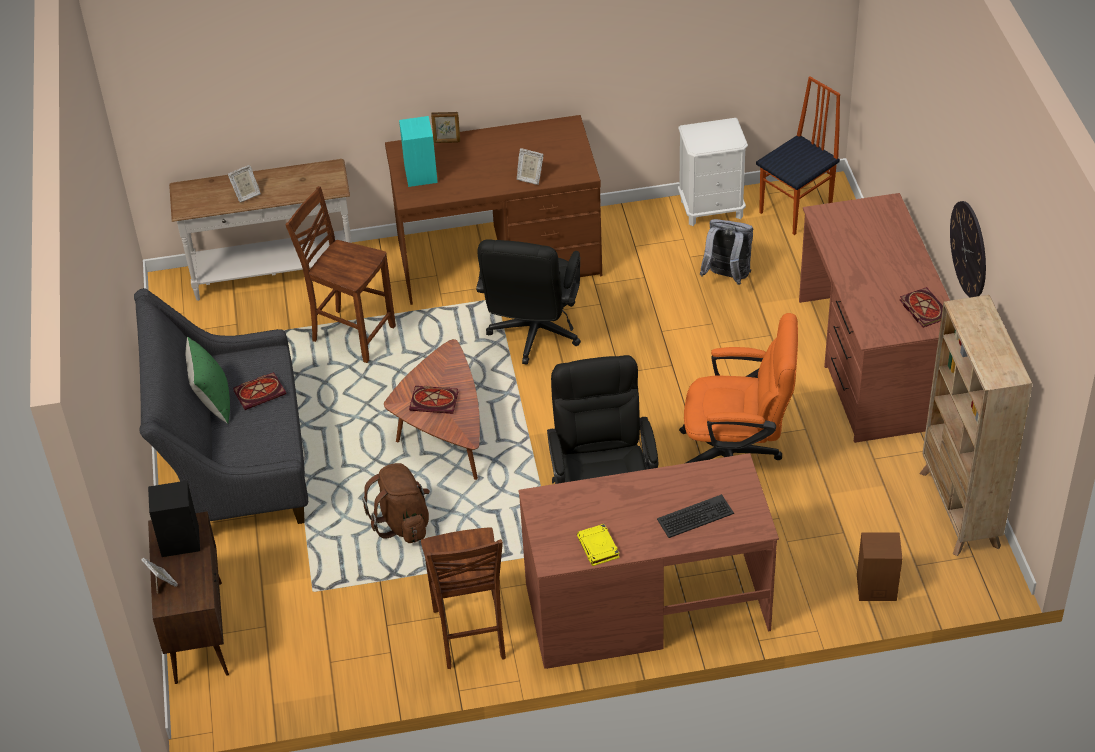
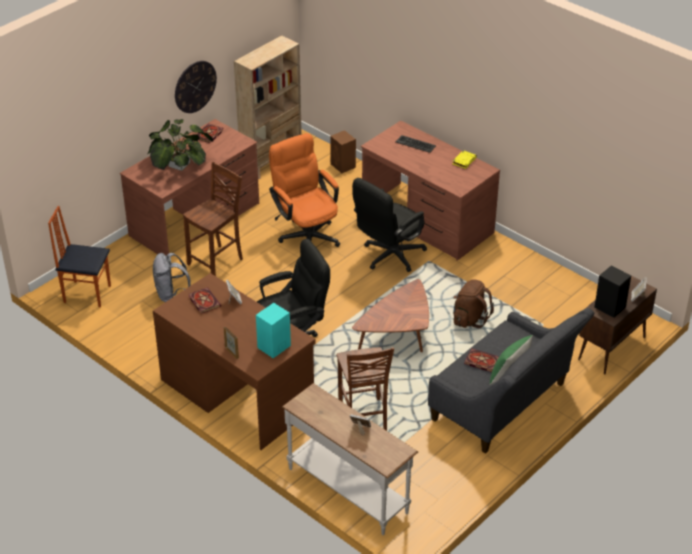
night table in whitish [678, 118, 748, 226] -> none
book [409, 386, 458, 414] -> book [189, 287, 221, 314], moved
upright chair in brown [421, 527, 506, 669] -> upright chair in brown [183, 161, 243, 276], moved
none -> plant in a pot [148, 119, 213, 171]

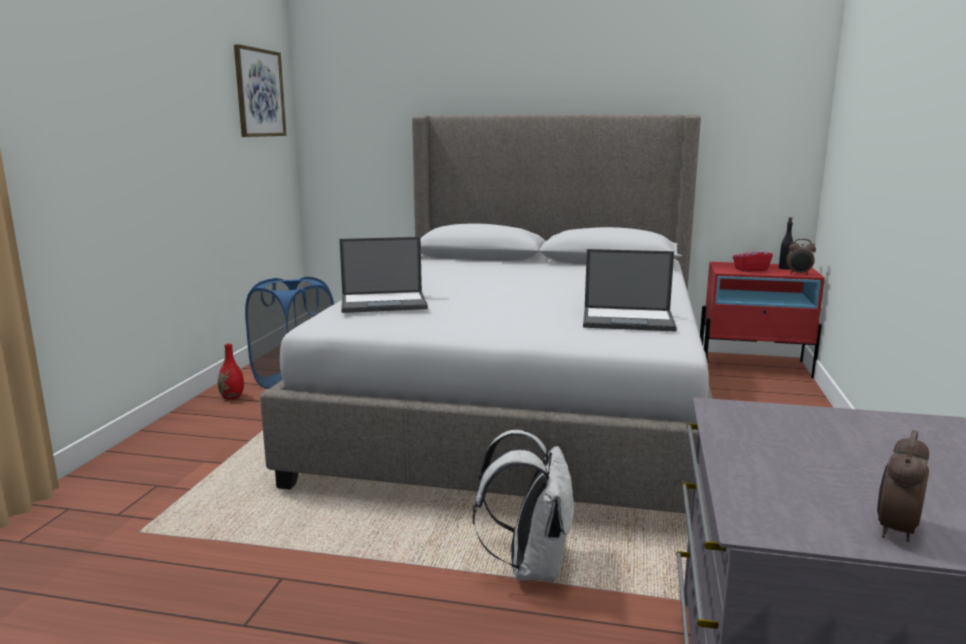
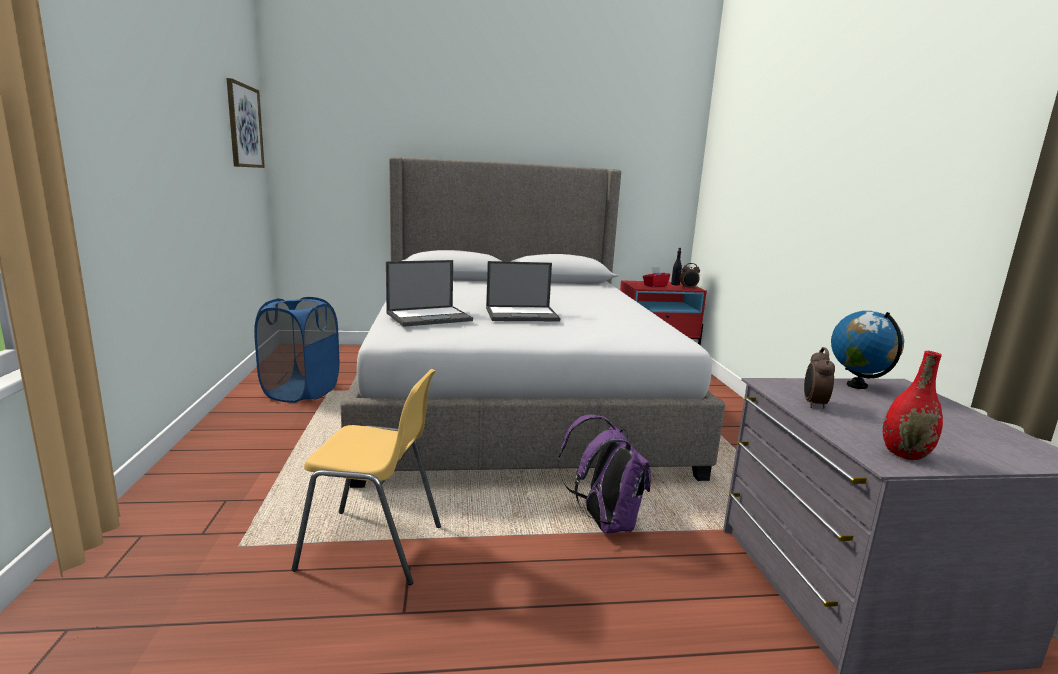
portable computer [583, 249, 677, 332] -> portable computer [486, 261, 560, 321], moved
decorative vase in reddish [218, 343, 244, 400] -> decorative vase in reddish [883, 351, 943, 460], moved
backpack in whitish [473, 430, 576, 583] -> backpack in purple [558, 414, 651, 534]
table clock [877, 430, 929, 542] -> table clock [804, 347, 835, 408], moved
none -> desk globe [831, 311, 904, 389]
none -> upright chair in yellow [292, 369, 441, 585]

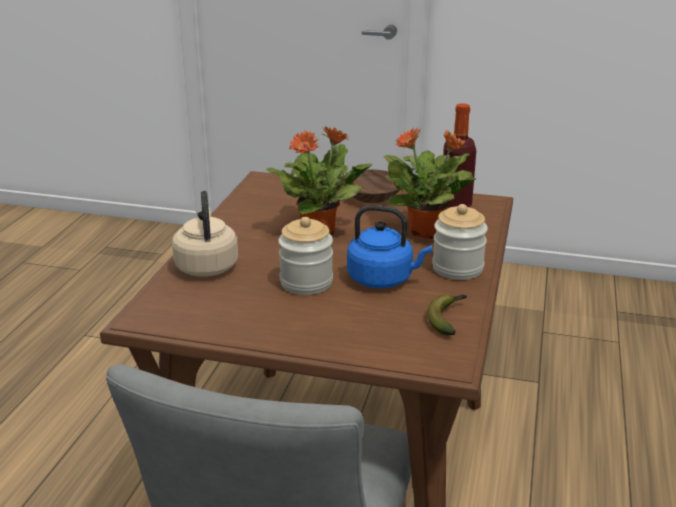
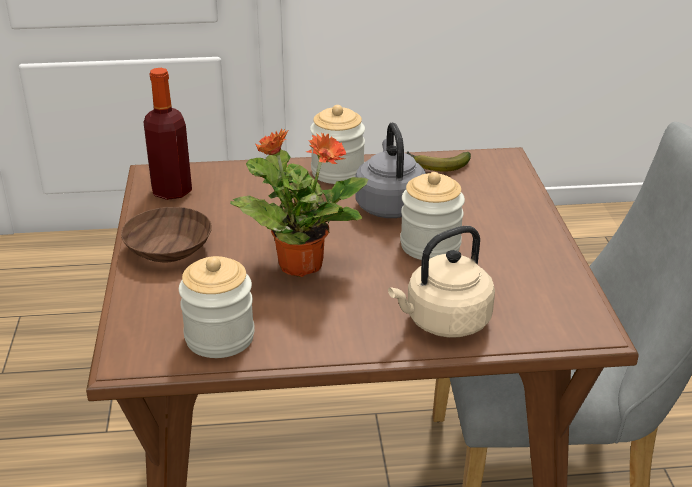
plant in a pot [383, 127, 477, 239] -> none
kettle in blue-coloured [347, 205, 432, 288] -> kettle in grey [355, 122, 426, 218]
none -> jar [179, 256, 255, 358]

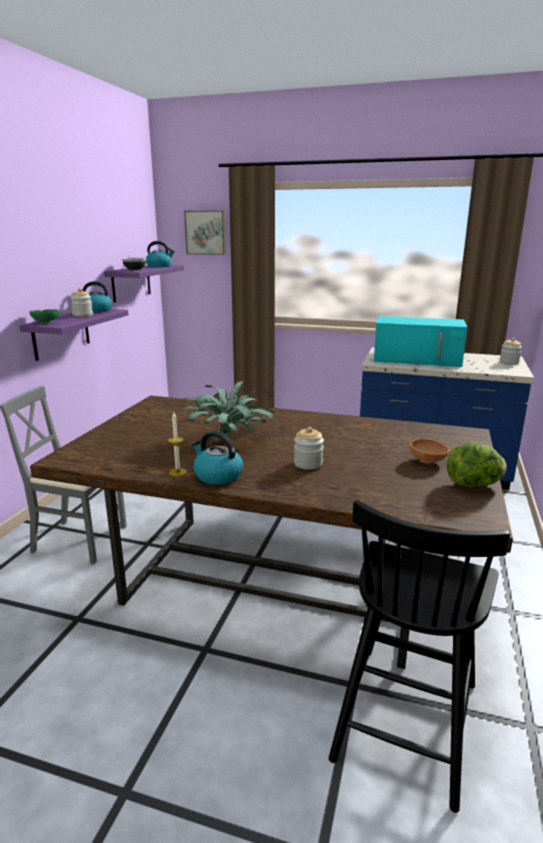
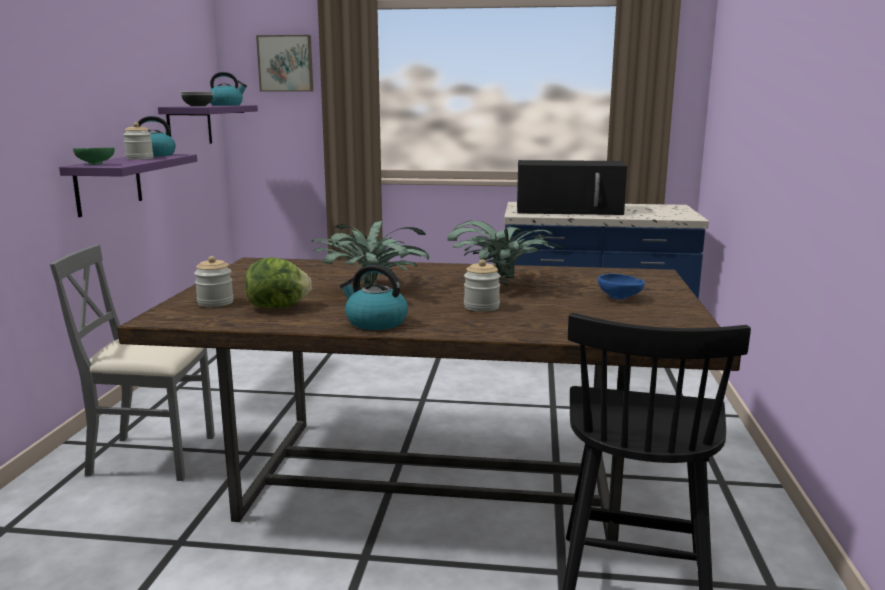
microwave oven in turquoise [374, 316, 467, 367] -> microwave oven in black [517, 160, 627, 215]
jar [500, 338, 522, 365] -> jar [194, 256, 234, 307], moved
wax light [168, 412, 187, 476] -> none
bowl in brown [410, 439, 450, 463] -> bowl in blue-coloured [598, 274, 645, 299]
lettuce head [447, 442, 507, 487] -> lettuce head [245, 257, 312, 308], moved
none -> plant in a pot [447, 220, 565, 286]

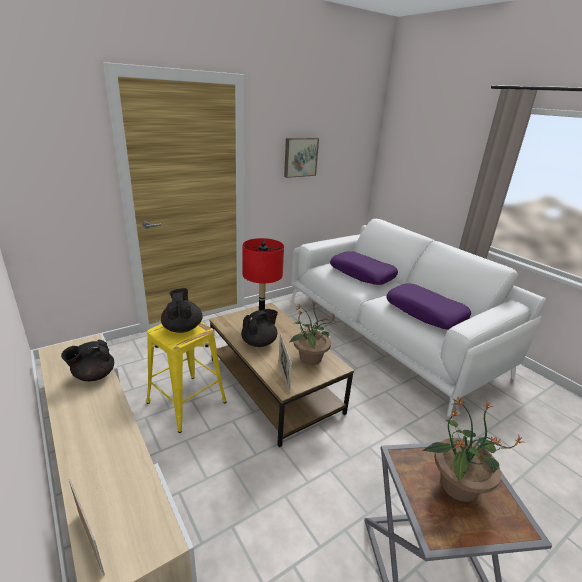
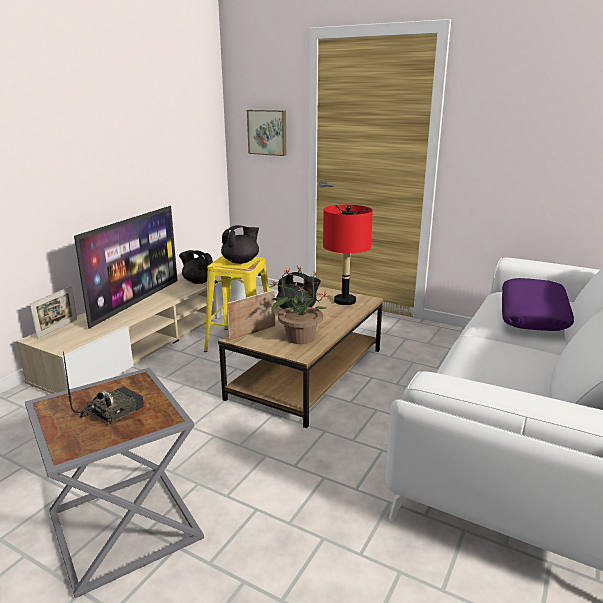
picture [284, 138, 319, 178] -> picture [247, 110, 286, 156], moved
throw pillow in purple [386, 284, 471, 330] -> none
plant in a pot [423, 397, 525, 502] -> radio receiver [63, 352, 144, 426]
none -> TV set [74, 206, 178, 329]

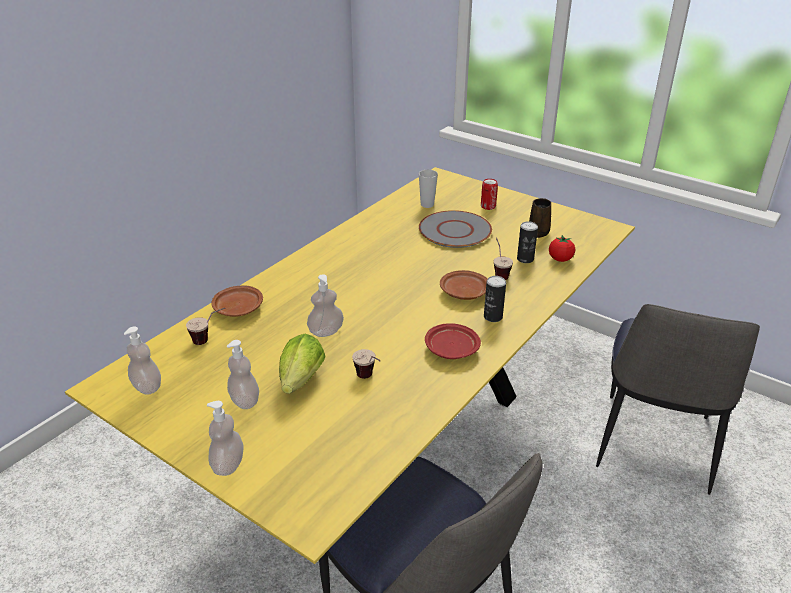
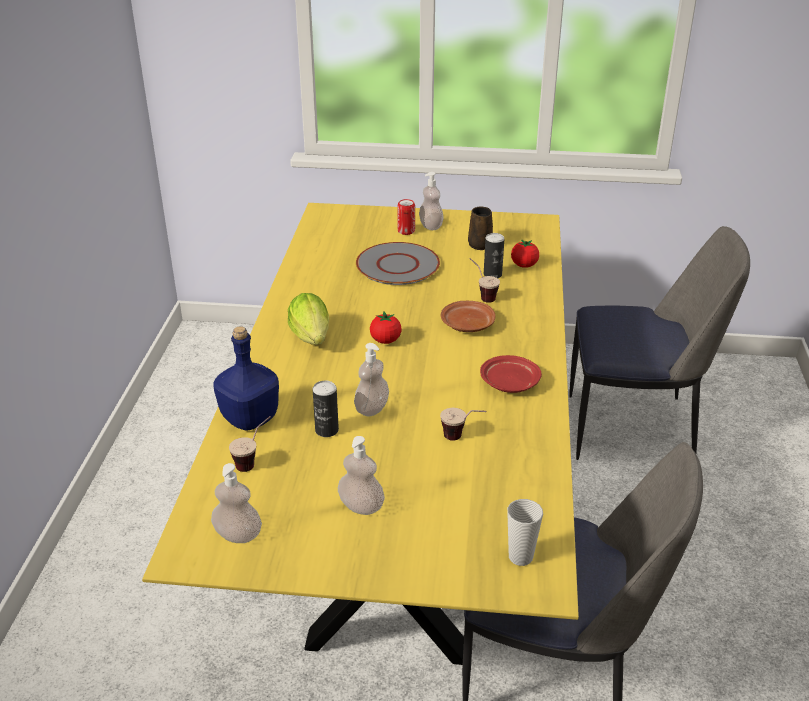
small cup [419, 170, 438, 208] -> small cup [507, 499, 543, 566], moved
metal can [484, 276, 506, 322] -> metal can [312, 381, 339, 437], moved
plate in brown [211, 286, 263, 317] -> beverage bottle in blue-coloured [213, 326, 279, 431]
upright chair [596, 304, 760, 495] -> upright chair [570, 226, 750, 460], 75 degrees counterclockwise
lettuce head [279, 334, 326, 394] -> lettuce head [288, 293, 329, 345], moved
liquid soap bottle [207, 401, 244, 476] -> liquid soap bottle [419, 172, 444, 230], moved
none -> whole tomato [370, 312, 402, 344]

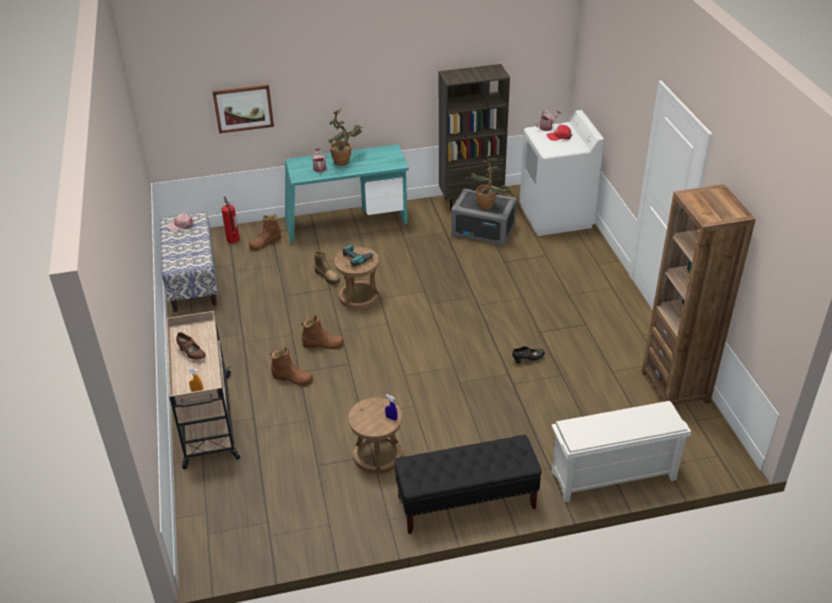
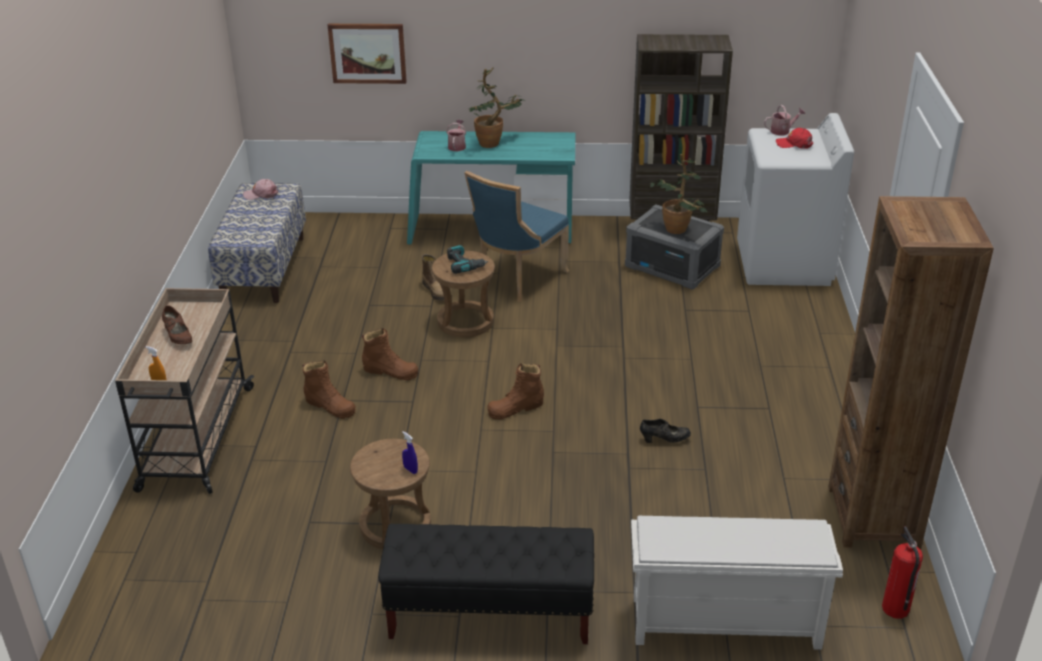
fire extinguisher [222, 196, 240, 243] -> fire extinguisher [882, 526, 923, 619], moved
boot in brown [249, 214, 281, 251] -> boot in brown [487, 363, 544, 420], moved
none -> upright chair in blue-coloured [465, 171, 569, 302]

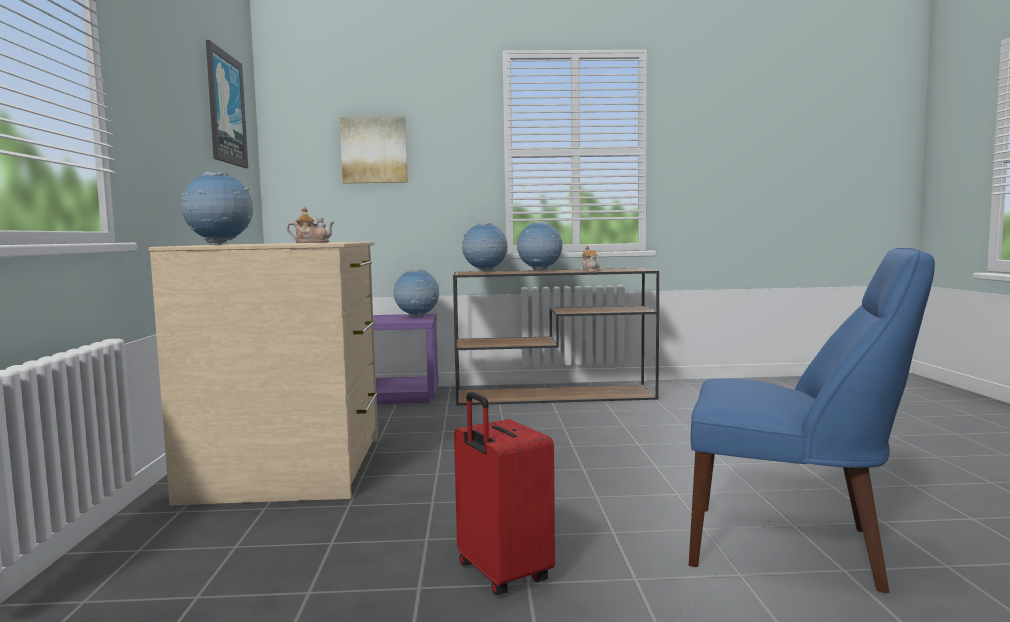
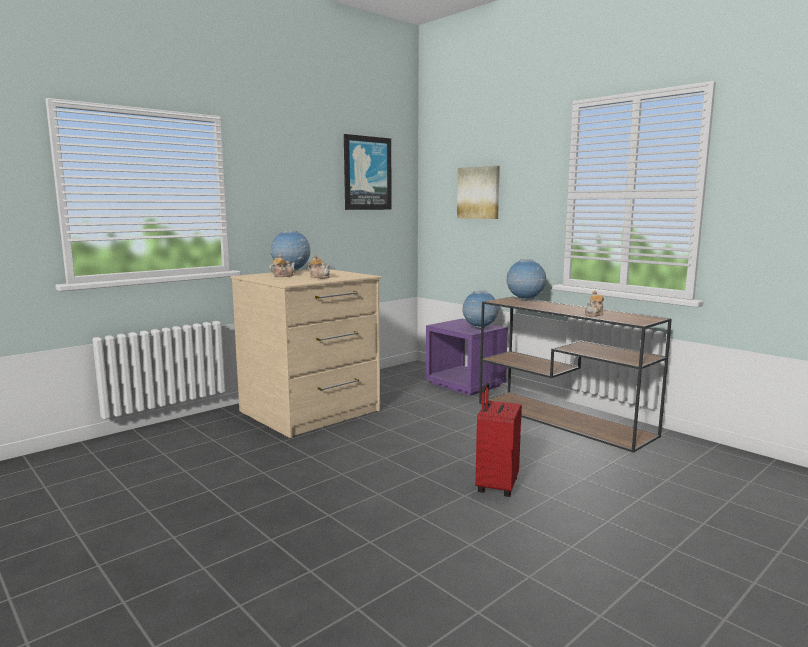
desk globe [517, 222, 562, 271] -> none
upright chair in blue-coloured [689, 248, 935, 593] -> none
suitcase in reddish [454, 392, 555, 595] -> suitcase in reddish [475, 382, 522, 497], moved
none -> tea pot [269, 254, 295, 277]

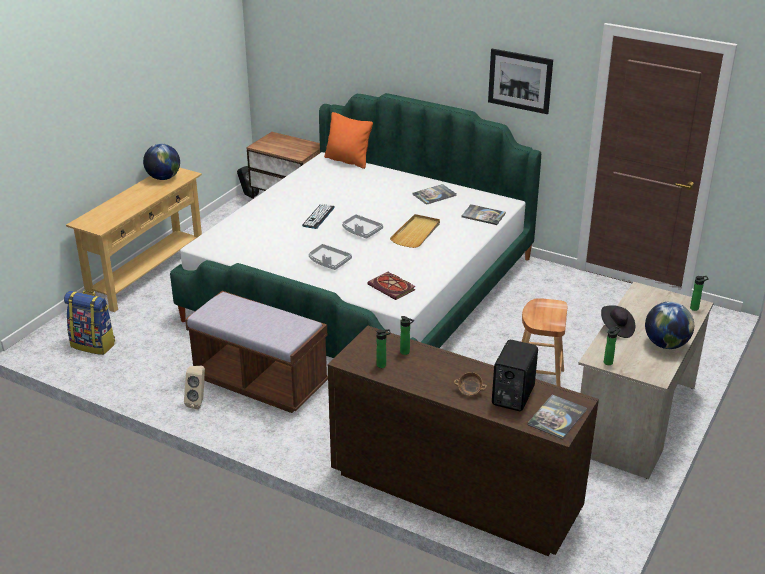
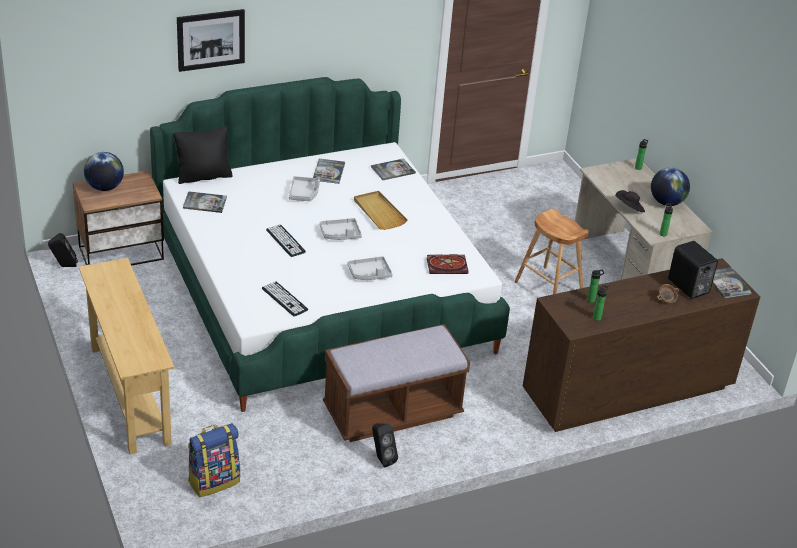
picture [488, 49, 553, 114] -> picture [177, 9, 245, 72], moved
throw pillow in orange-coloured [324, 112, 373, 169] -> throw pillow in black [174, 126, 233, 184]
desk globe [143, 144, 180, 180] -> desk globe [84, 152, 124, 191], moved
speaker in sand-coloured [184, 366, 205, 409] -> speaker in black [372, 423, 398, 468]
none -> serving tray in grey [289, 176, 320, 201]
none -> book [183, 191, 227, 213]
none -> keyboard [262, 282, 308, 317]

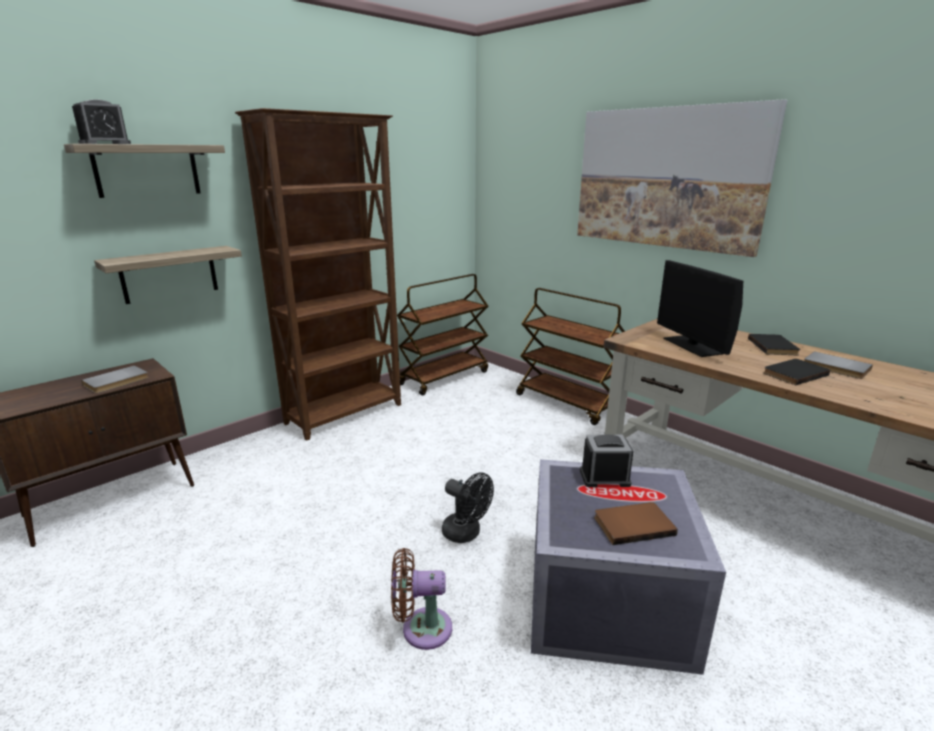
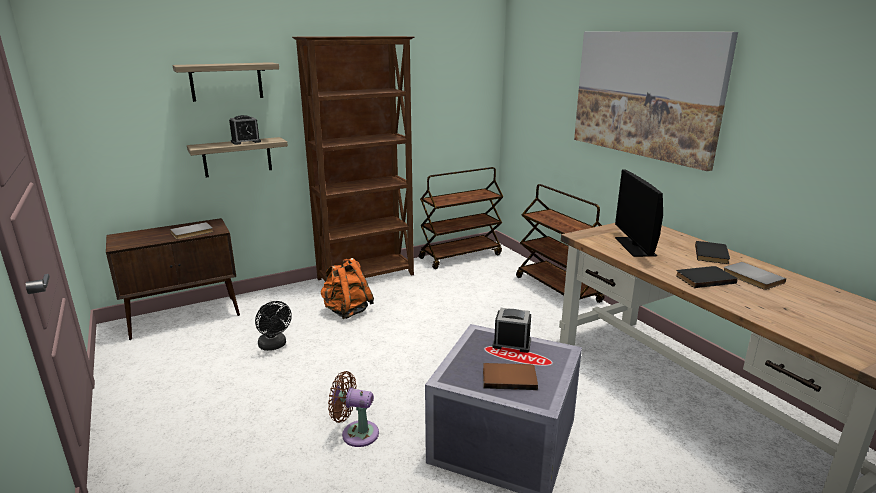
table clock [72, 99, 131, 144] -> table clock [229, 115, 261, 145], moved
fan in black [442, 472, 494, 543] -> fan in black [255, 301, 292, 351], moved
none -> backpack in orange-coloured [321, 258, 374, 319]

